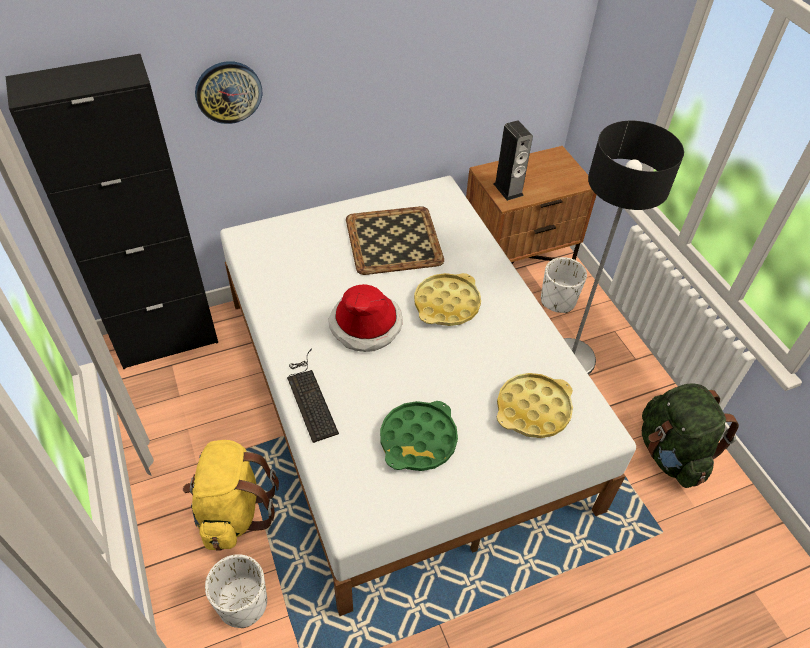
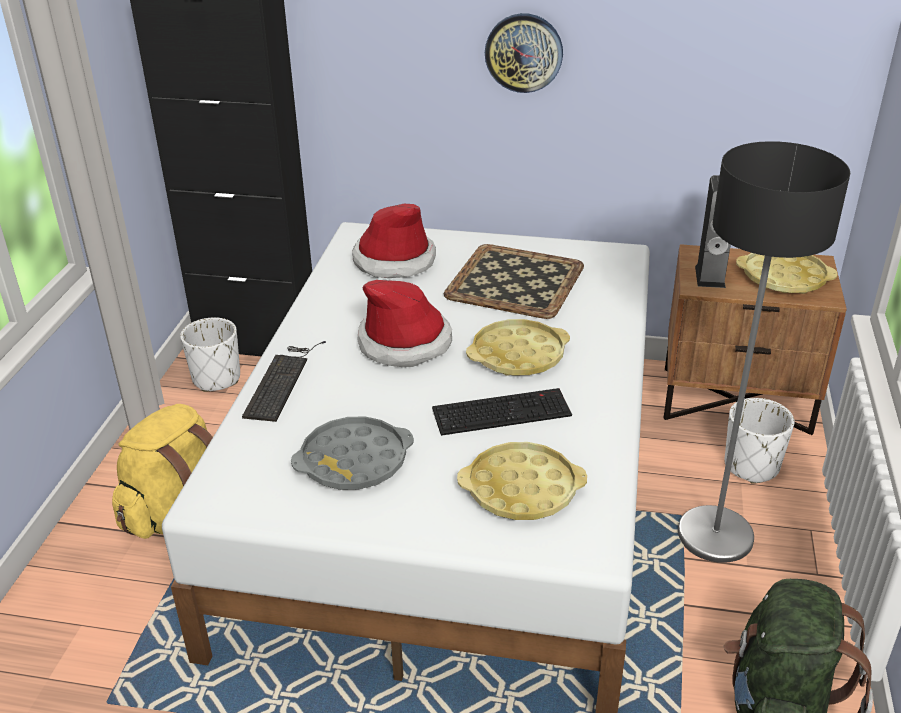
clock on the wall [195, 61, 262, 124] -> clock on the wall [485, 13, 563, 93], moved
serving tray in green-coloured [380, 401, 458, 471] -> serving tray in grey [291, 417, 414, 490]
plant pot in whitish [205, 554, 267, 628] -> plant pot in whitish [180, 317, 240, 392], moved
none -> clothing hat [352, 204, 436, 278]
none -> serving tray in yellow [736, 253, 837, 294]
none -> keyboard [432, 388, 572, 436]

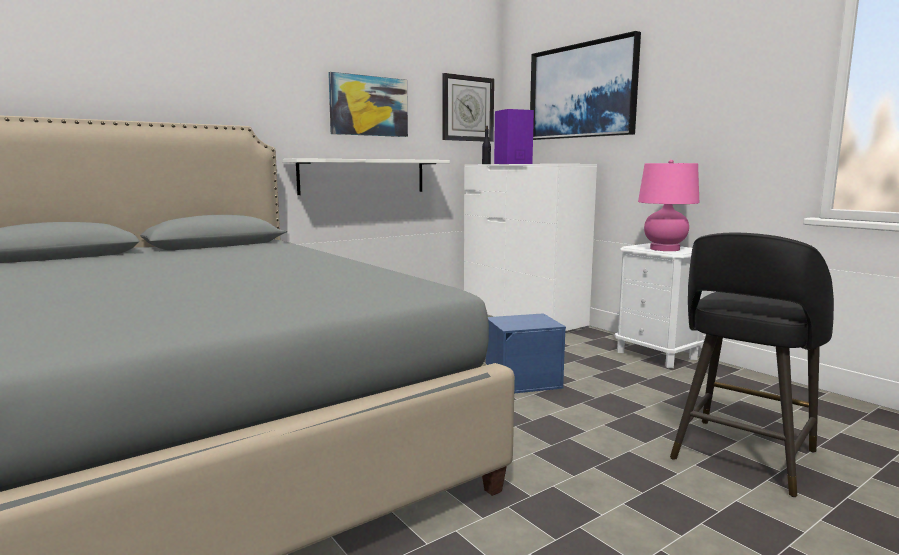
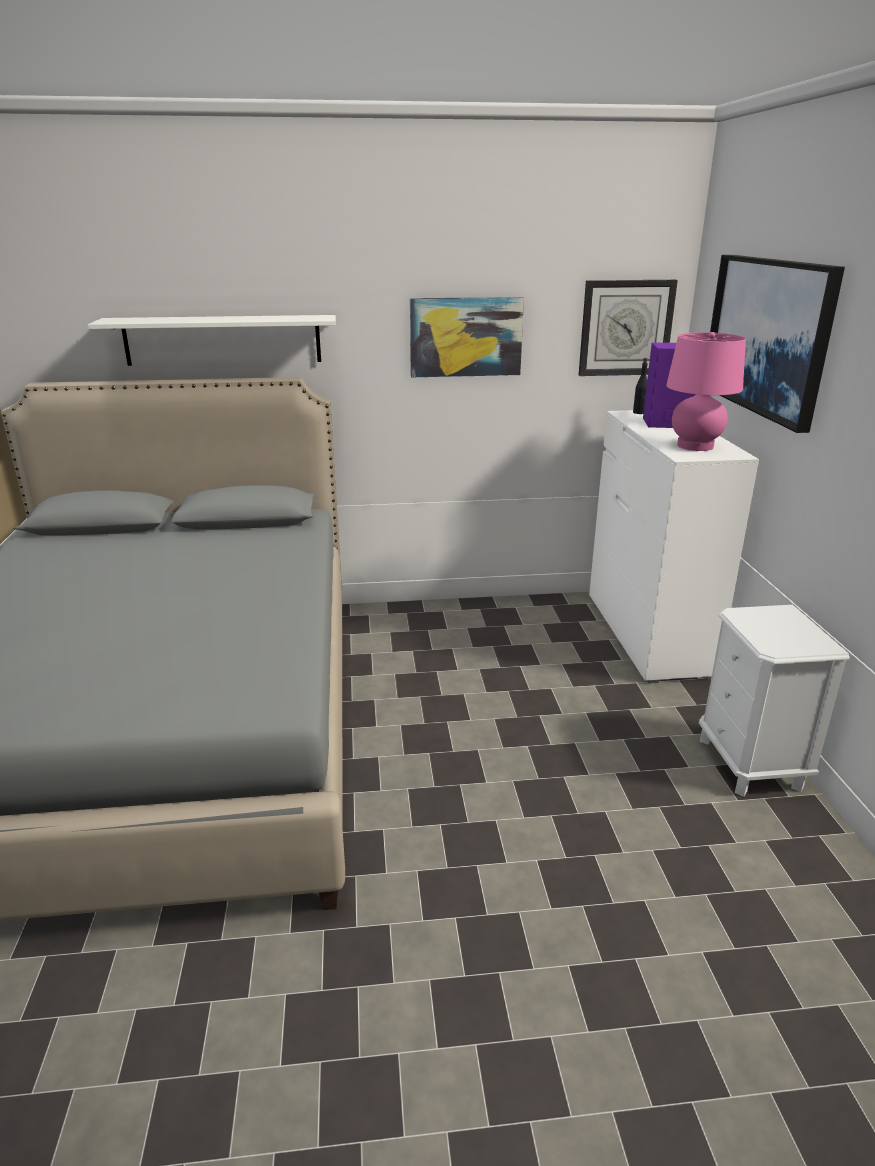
wall shelf in whitish [283, 158, 450, 195] -> wall shelf in whitish [88, 315, 336, 366], moved
tabletop lamp in pink [638, 160, 699, 251] -> tabletop lamp in pink [666, 332, 746, 451], moved
stool seat in black [670, 232, 834, 497] -> none
storage container in blue-coloured [486, 313, 566, 393] -> none

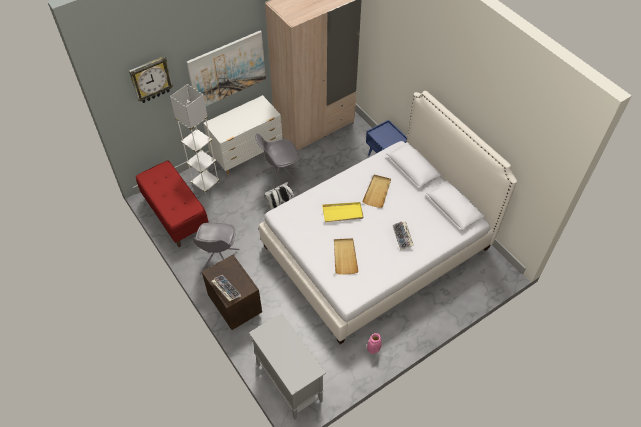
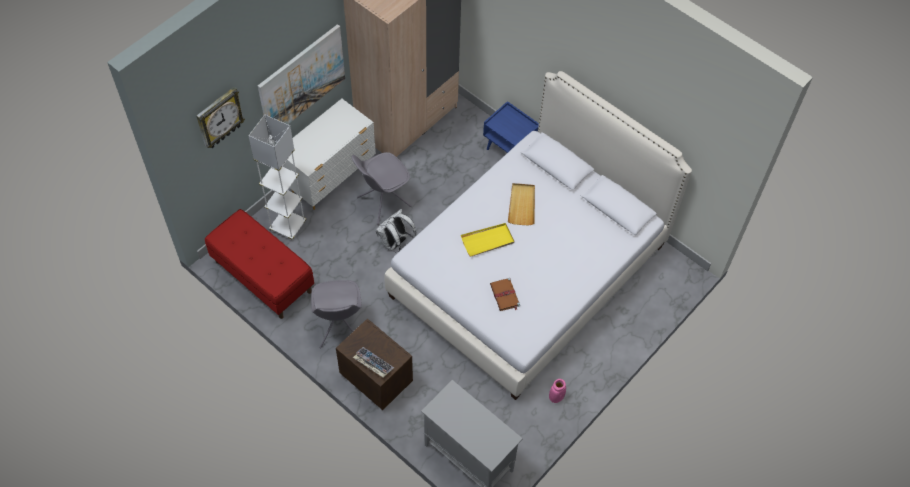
keyboard [393, 221, 414, 250] -> none
serving tray in sand-coloured [334, 238, 359, 275] -> book in brown [490, 278, 520, 311]

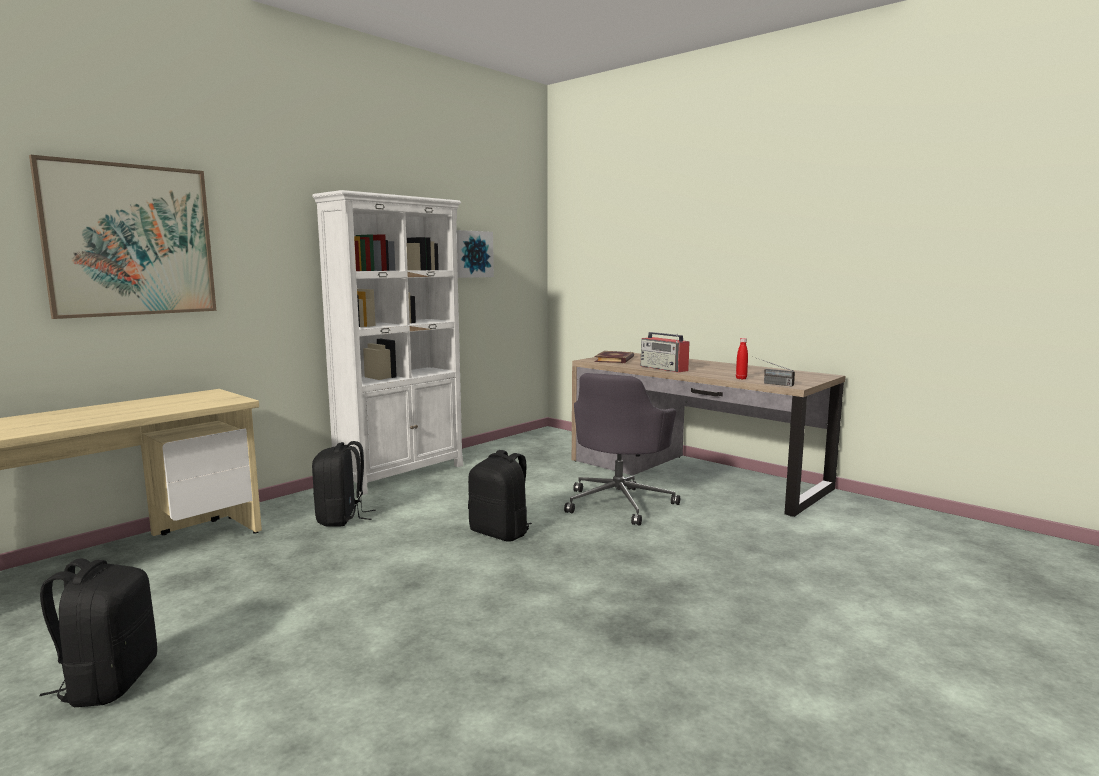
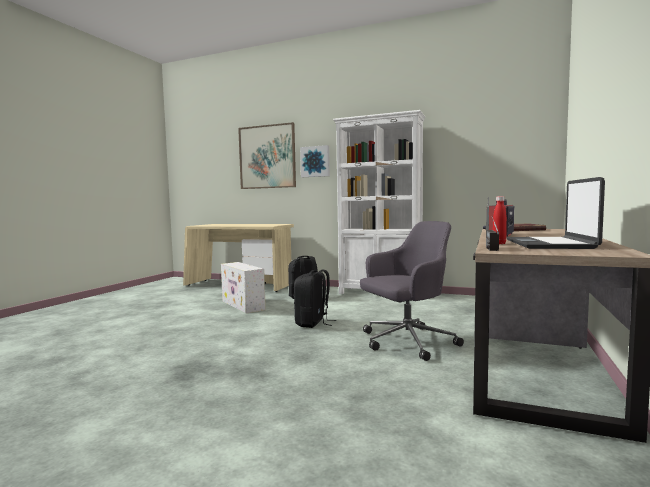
picture [457, 230, 494, 278] -> picture [300, 145, 330, 177], moved
computer chair in grey [564, 373, 680, 526] -> computer chair in grey [360, 221, 464, 361], 150 degrees clockwise
backpack in black [39, 558, 157, 707] -> none
none -> portable computer [507, 177, 605, 249]
none -> storage container in whitish [221, 262, 266, 314]

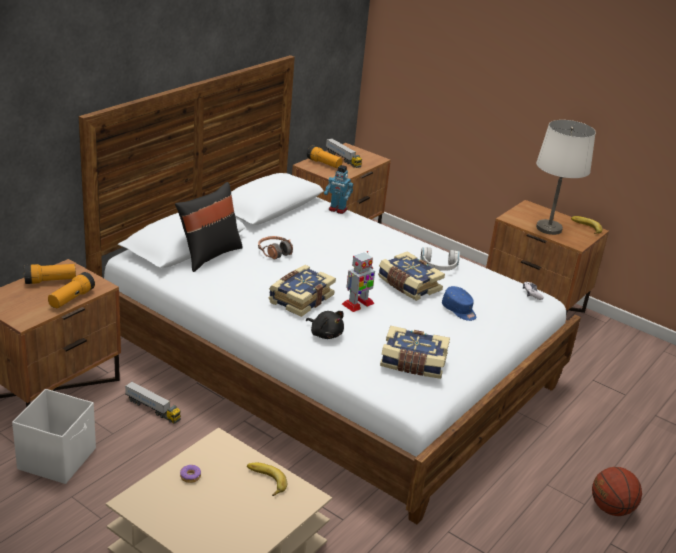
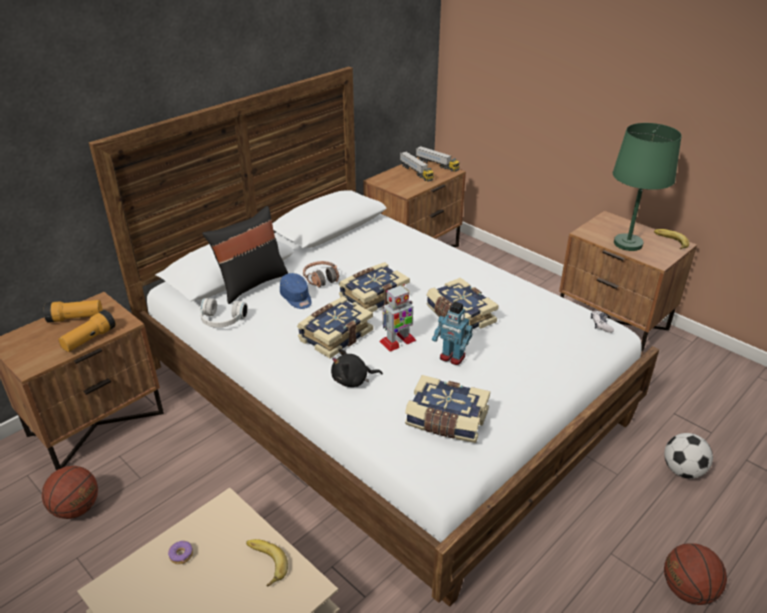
tabletop lamp in whitish [536, 120, 596, 235] -> tabletop lamp in green-coloured [613, 123, 682, 251]
flashlight [307, 145, 343, 168] -> none
model robot [324, 165, 354, 214] -> model robot [432, 302, 473, 365], moved
headphones in whitish [420, 247, 460, 271] -> headphones in whitish [200, 298, 248, 327], moved
baseball cap in blue-coloured [442, 286, 476, 321] -> baseball cap in blue-coloured [280, 273, 311, 309], moved
plush toy in black [306, 311, 344, 339] -> plush toy in black [331, 348, 383, 387], 120 degrees clockwise
model truck [125, 382, 181, 424] -> model truck [416, 146, 460, 172], moved
storage container in whitish [12, 389, 96, 484] -> basketball ball [42, 466, 98, 519]
none -> book [339, 262, 410, 312]
none -> football [664, 433, 713, 479]

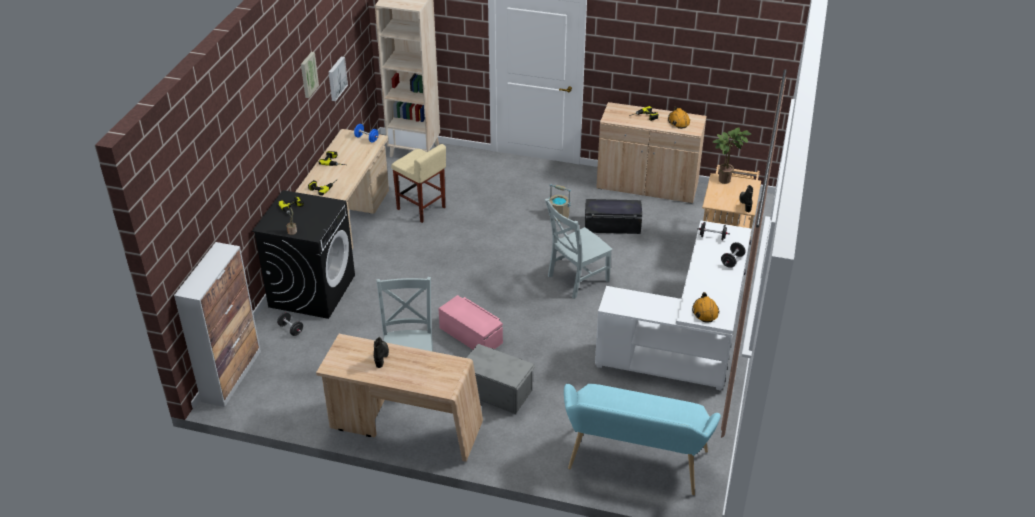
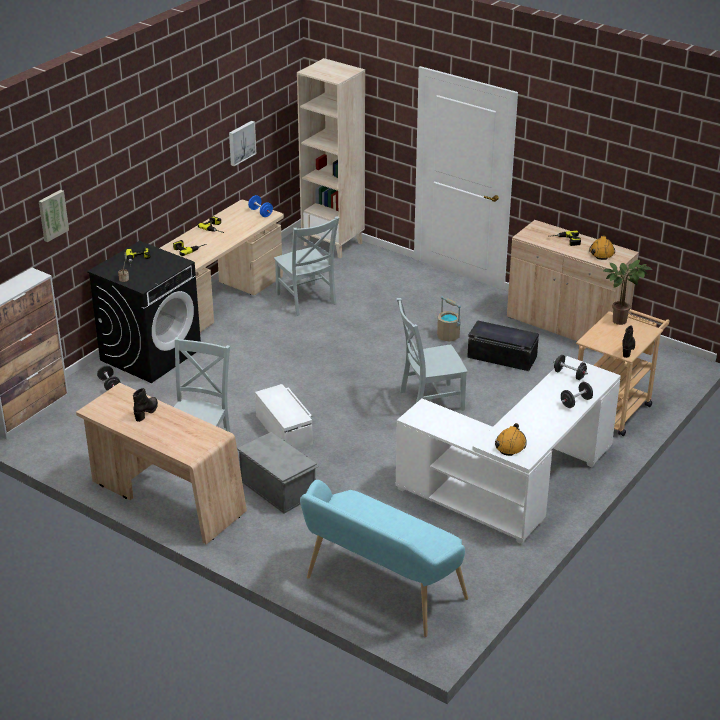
picture [301, 52, 319, 98] -> picture [39, 190, 69, 242], moved
stool seat in sand-coloured [391, 144, 446, 223] -> upright chair in grey [274, 216, 339, 316]
storage container in pink [438, 295, 503, 350] -> storage container in whitish [255, 384, 313, 449]

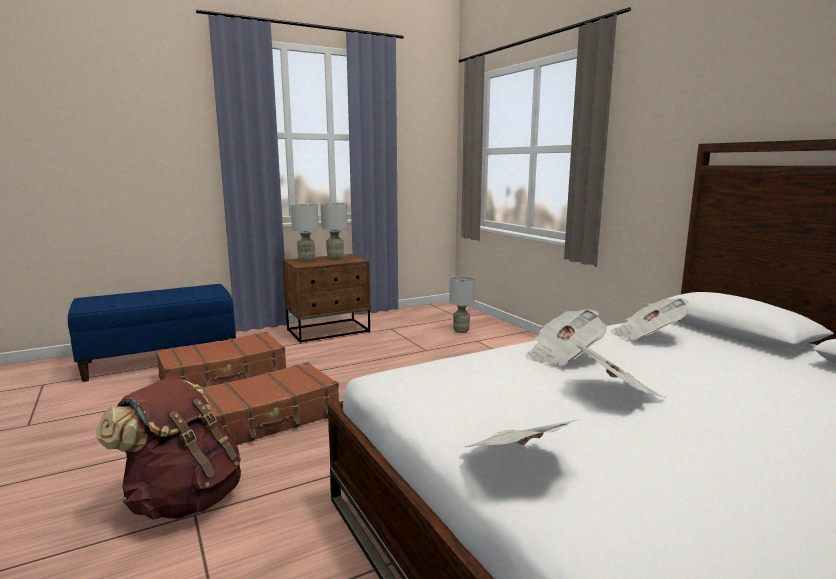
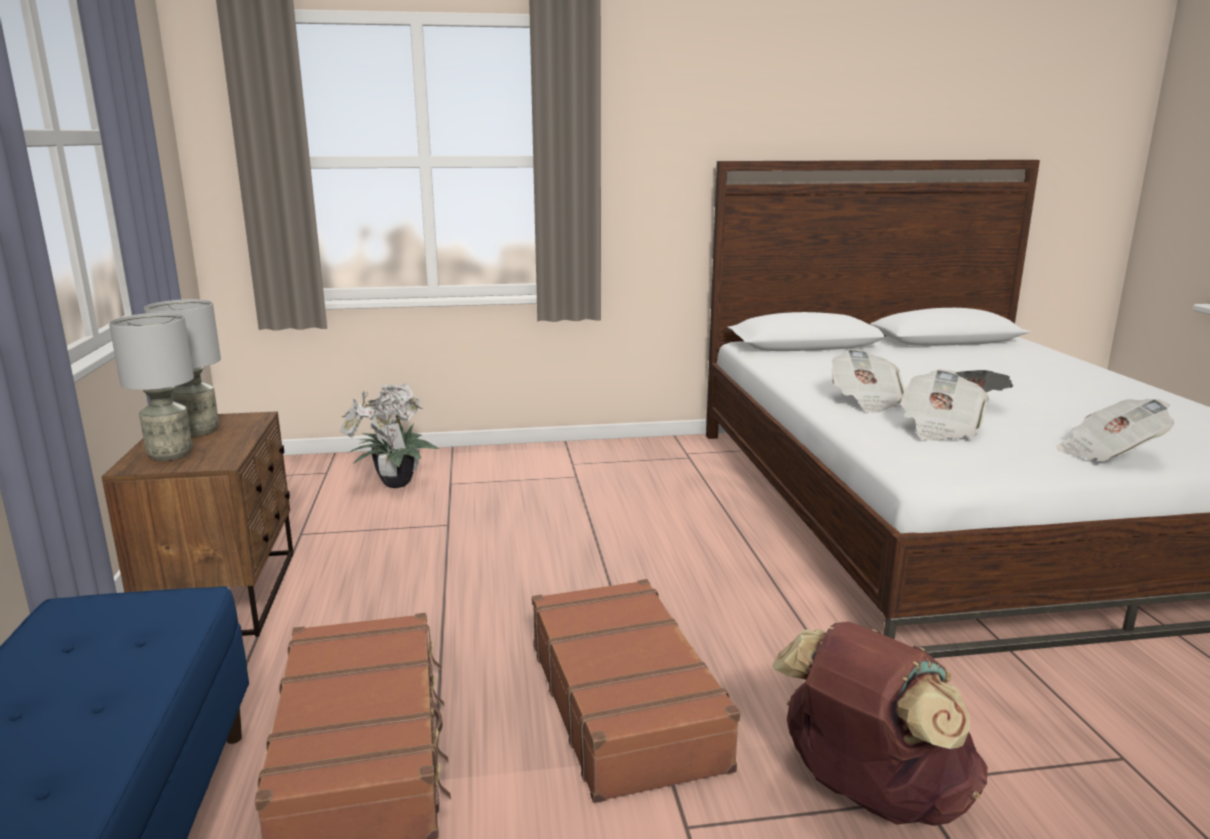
tabletop lamp in grey [449, 276, 475, 333] -> plant in a pot [339, 383, 439, 488]
printed paper [611, 298, 689, 340] -> printed paper [899, 369, 989, 441], moved

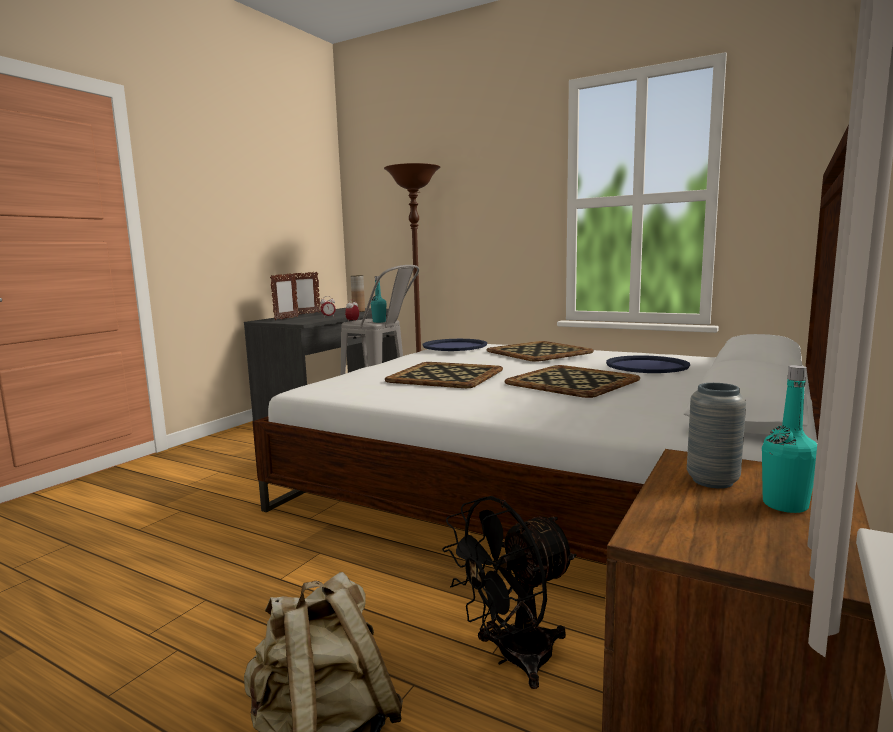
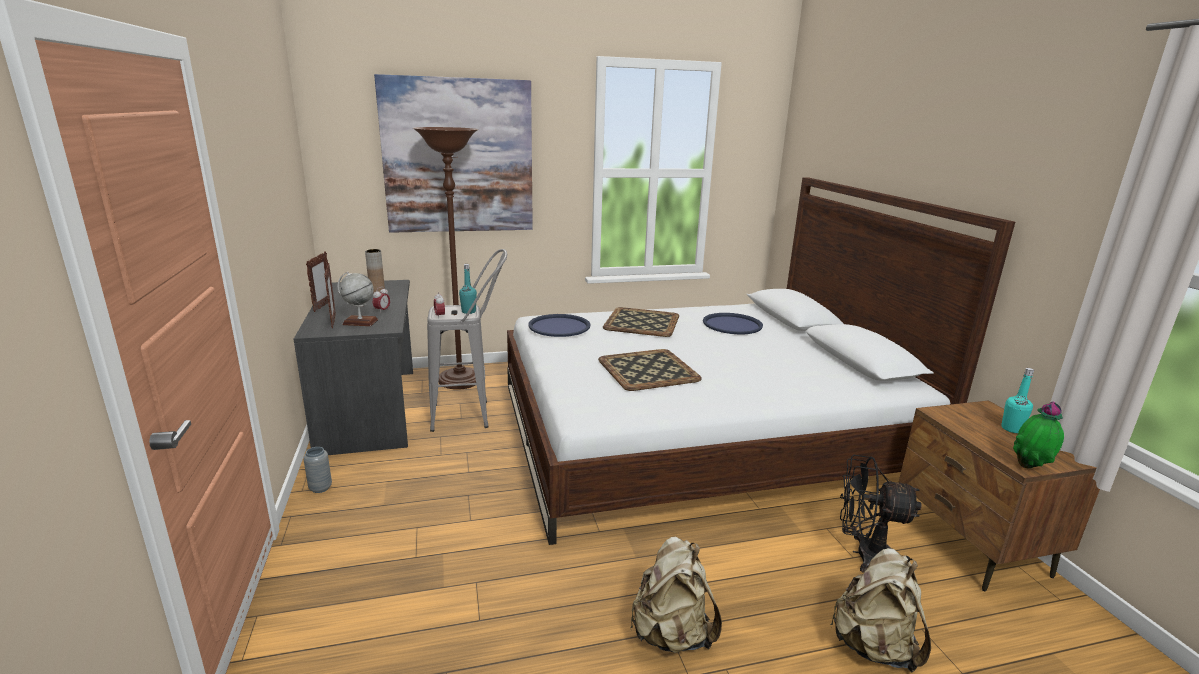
serving tray [505, 365, 640, 398] -> none
decorative vase in grey [687, 383, 746, 488] -> decorative vase in grey [303, 447, 332, 493], moved
fan in black [442, 496, 577, 689] -> fan in black [840, 455, 921, 572], 90 degrees clockwise
none -> picture [374, 74, 533, 233]
none -> desk globe [338, 272, 378, 326]
none -> plant in a pot [1013, 402, 1064, 468]
none -> backpack in sand-coloured [630, 537, 722, 653]

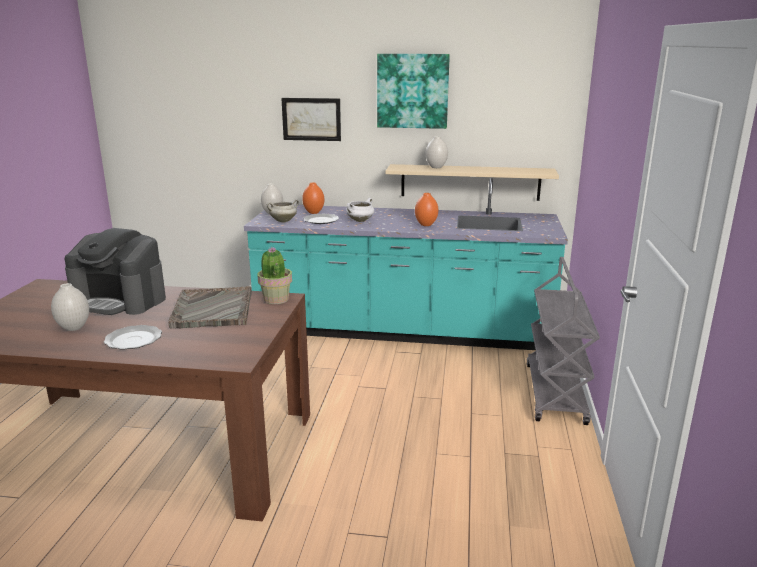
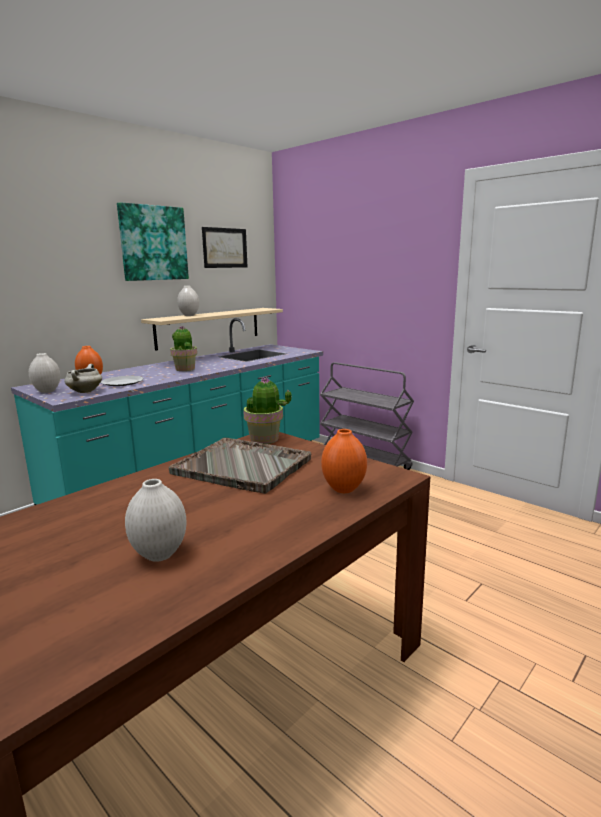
picture [281, 98, 341, 141] -> picture [202, 227, 248, 268], moved
decorative vase in orange-coloured [415, 193, 438, 226] -> decorative vase in orange-coloured [321, 429, 367, 493], moved
stockpot in whitish [346, 198, 374, 222] -> none
coffee maker [64, 228, 166, 315] -> none
plate [104, 325, 162, 349] -> none
none -> plant in a pot [170, 326, 197, 371]

